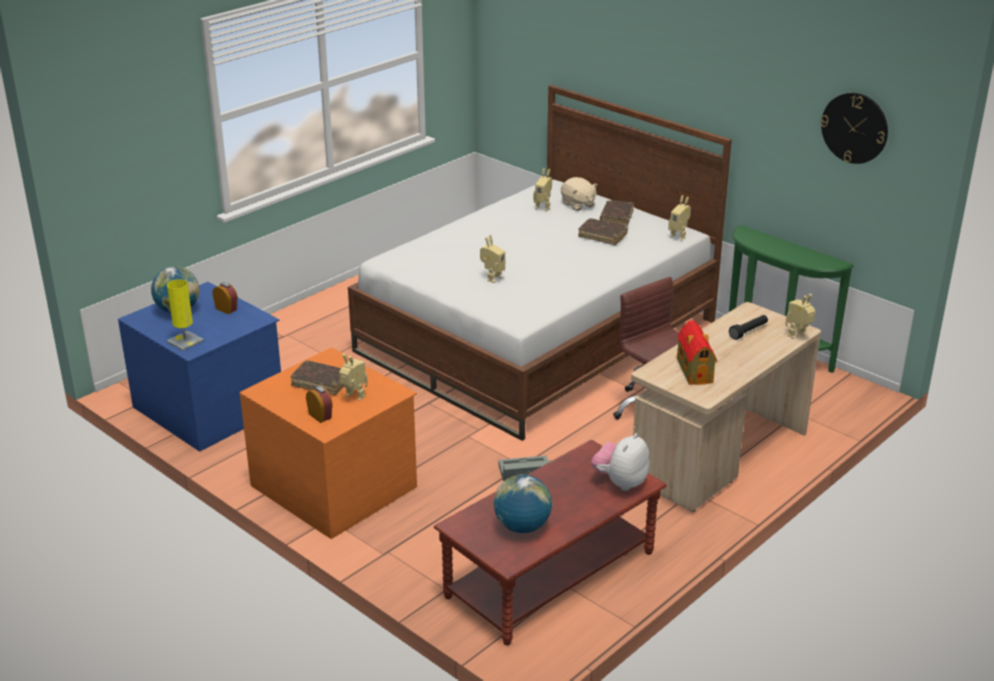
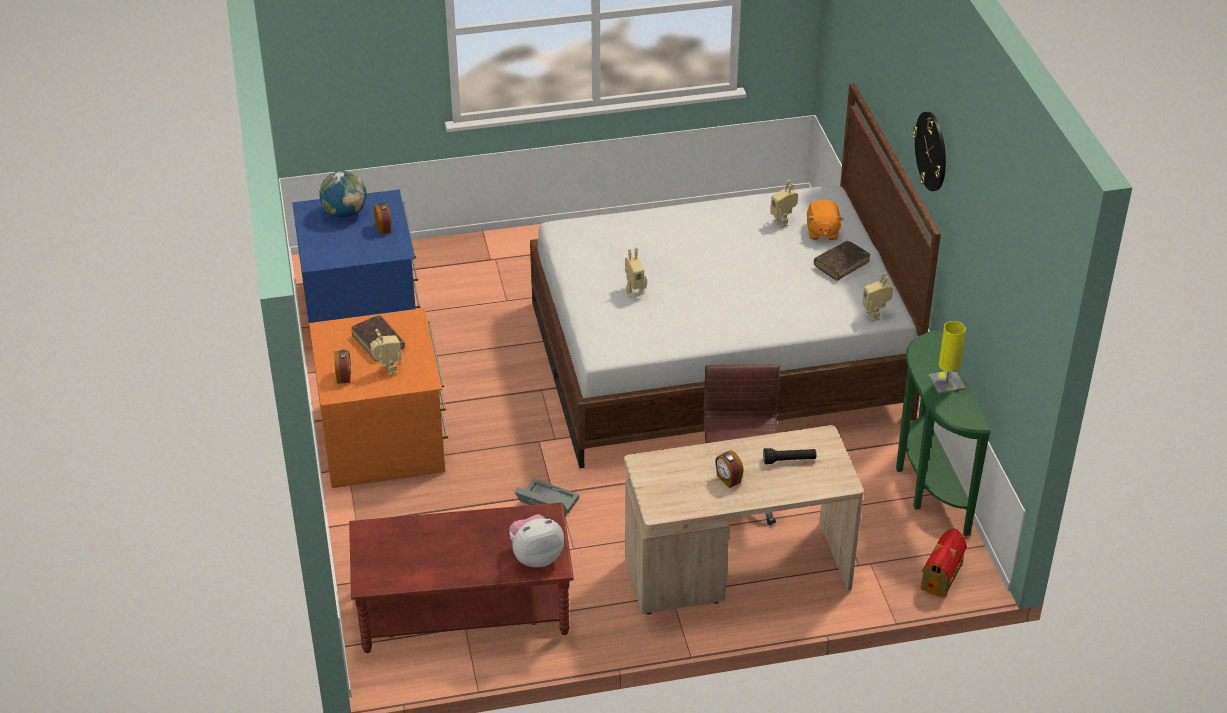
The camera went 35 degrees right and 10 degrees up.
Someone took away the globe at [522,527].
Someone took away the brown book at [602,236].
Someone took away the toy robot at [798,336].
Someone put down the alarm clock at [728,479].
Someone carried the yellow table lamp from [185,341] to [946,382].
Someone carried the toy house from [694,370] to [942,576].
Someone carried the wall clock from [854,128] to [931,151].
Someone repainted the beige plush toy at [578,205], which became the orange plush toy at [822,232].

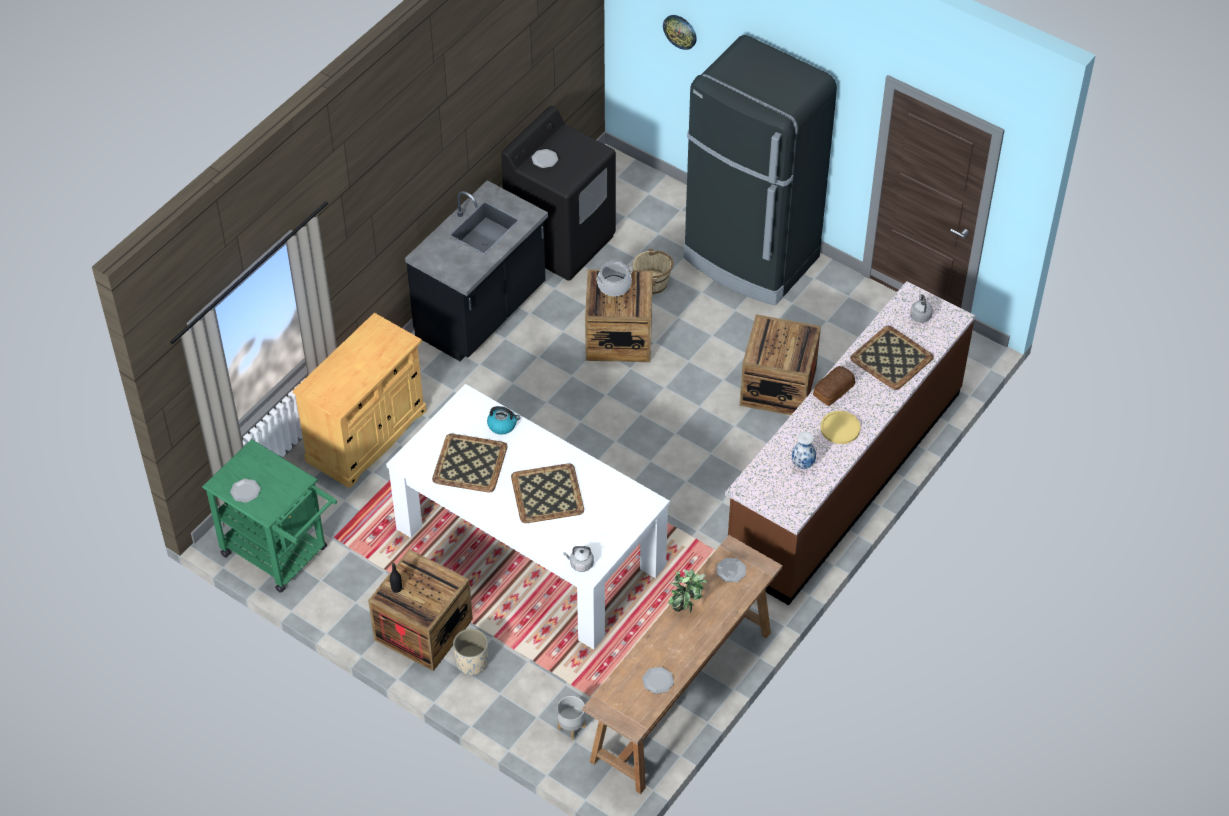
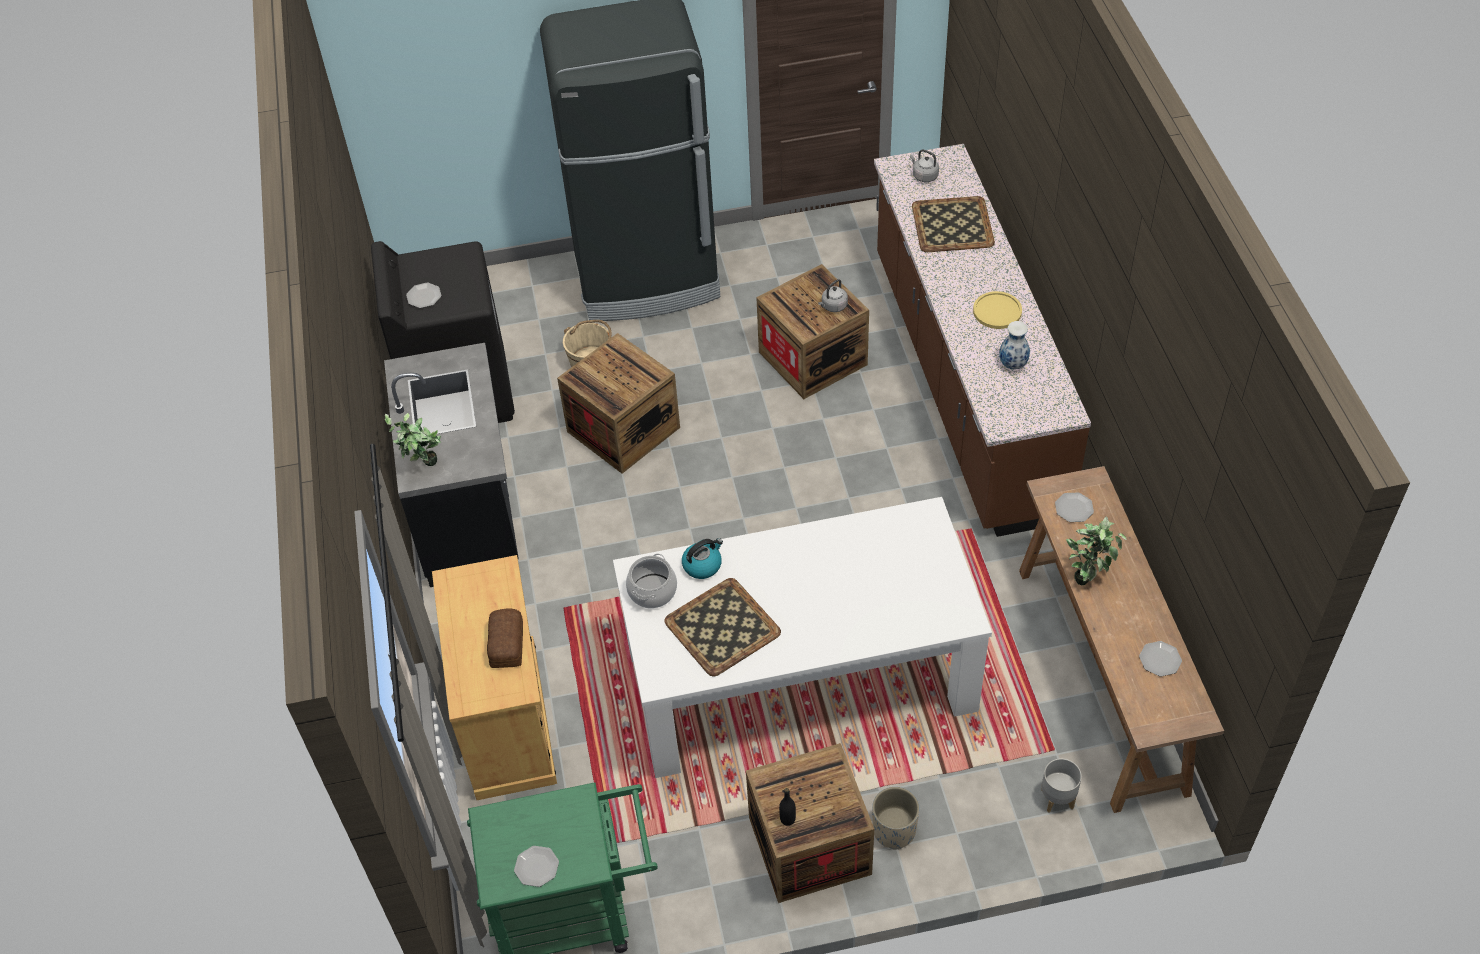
The camera went 45 degrees left and 0 degrees up.
Someone took away the tray at [548,494].
Someone took away the wall clock at [680,31].
Someone put down the potted plant at [423,467].
Someone carried the grey kettle from [580,564] to [833,306].
Someone carried the cooking pot from [614,286] to [652,591].
Someone carried the bread from [832,390] to [505,645].

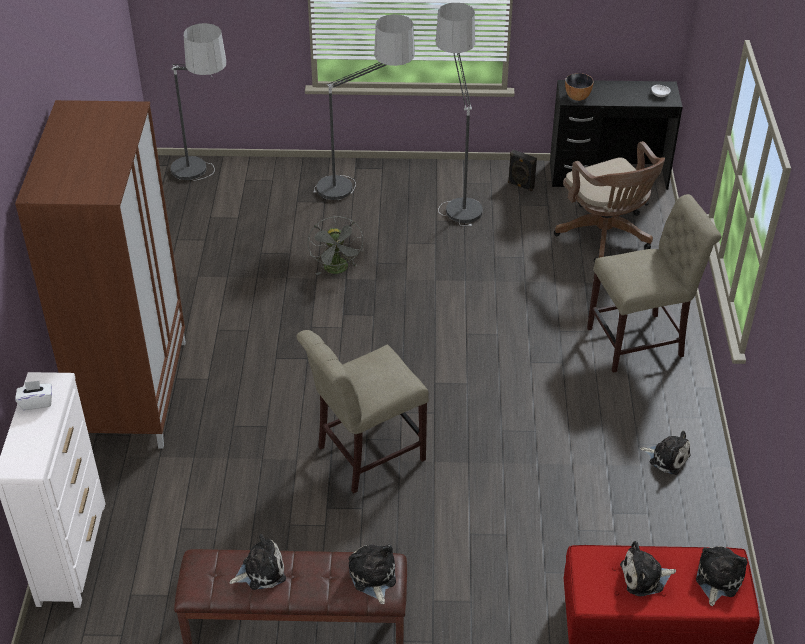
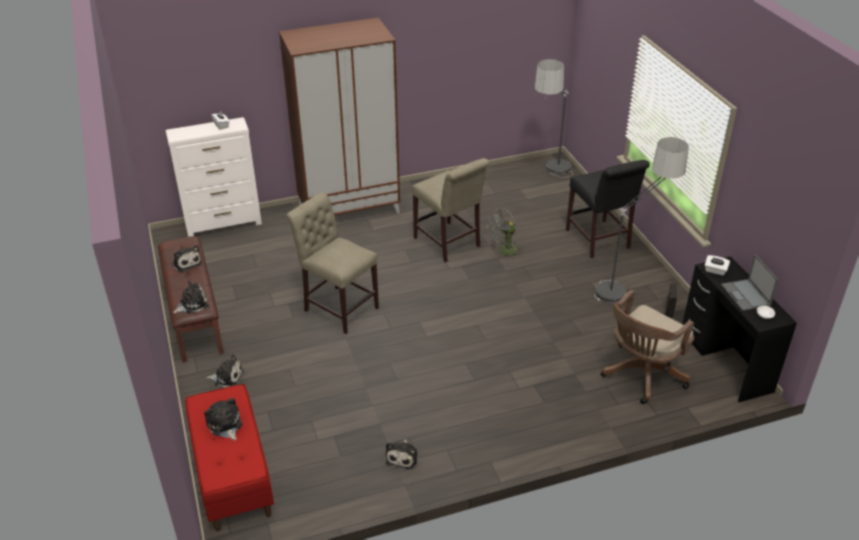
The camera went 70 degrees right and 5 degrees down.
Someone put down the laptop at [746,295].
Someone carried the beige chair from [641,341] to [449,244].
Someone carried the plush toy from [717,579] to [227,377].
Someone swapped the floor lamp at [364,188] for the black chair at [599,241].
Someone swapped the bowl at [577,97] for the white tissue box at [715,271].

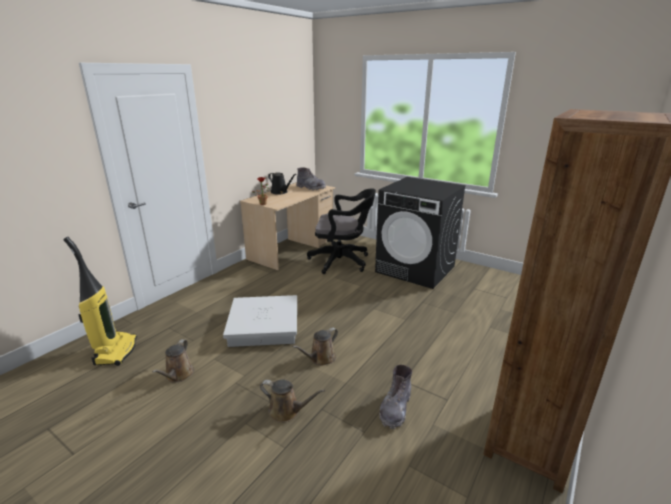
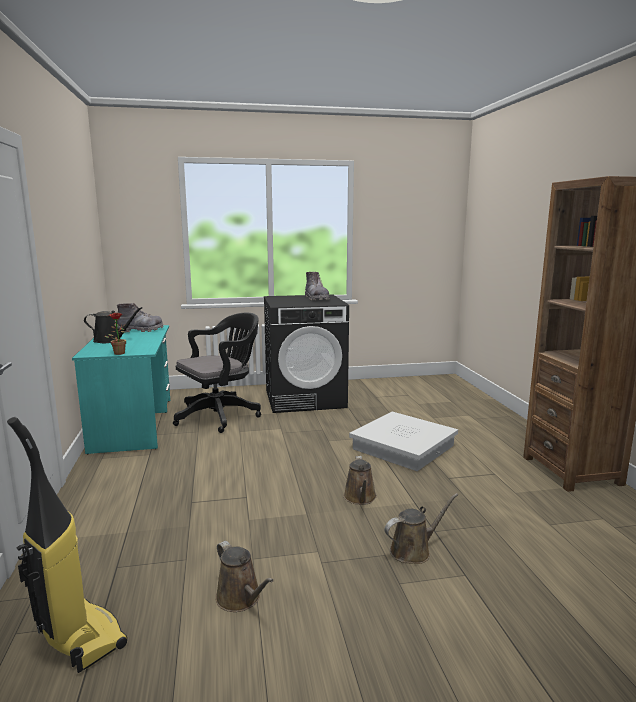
The camera went 45 degrees left and 10 degrees down.
Someone carried the white storage box from [264,326] to [403,447].
Someone carried the grey boot from [395,409] to [316,299].
Someone repainted the beige desk at [292,249], which became the turquoise desk at [133,424].

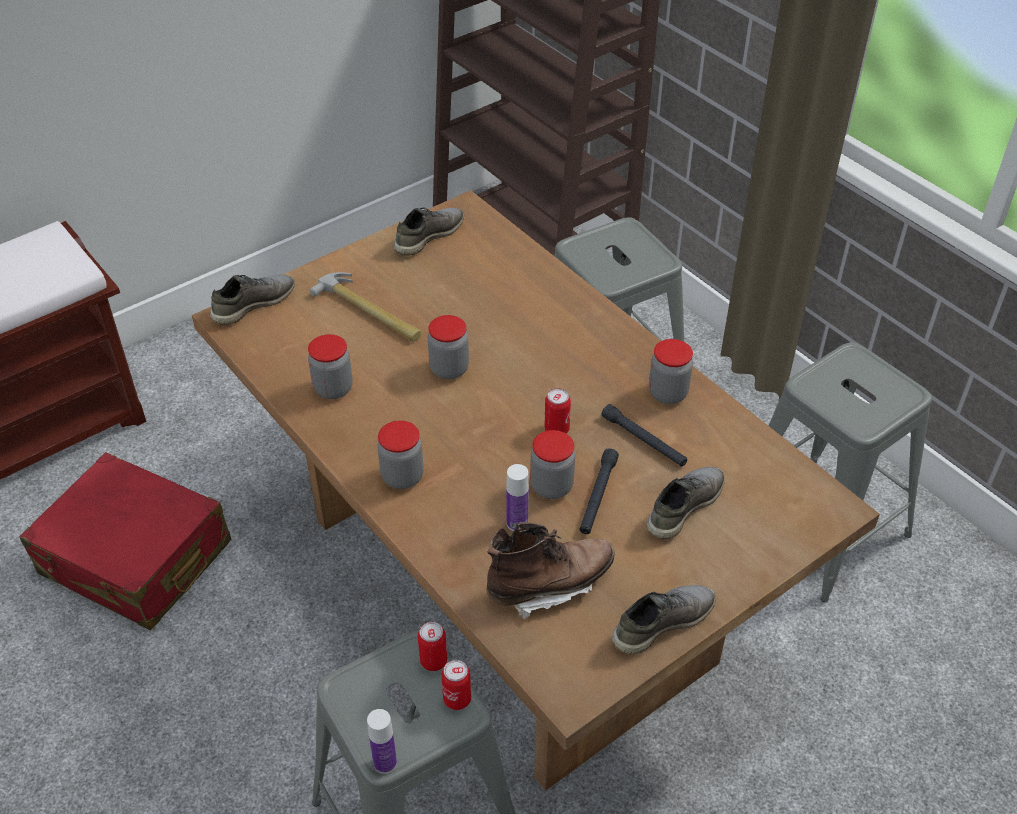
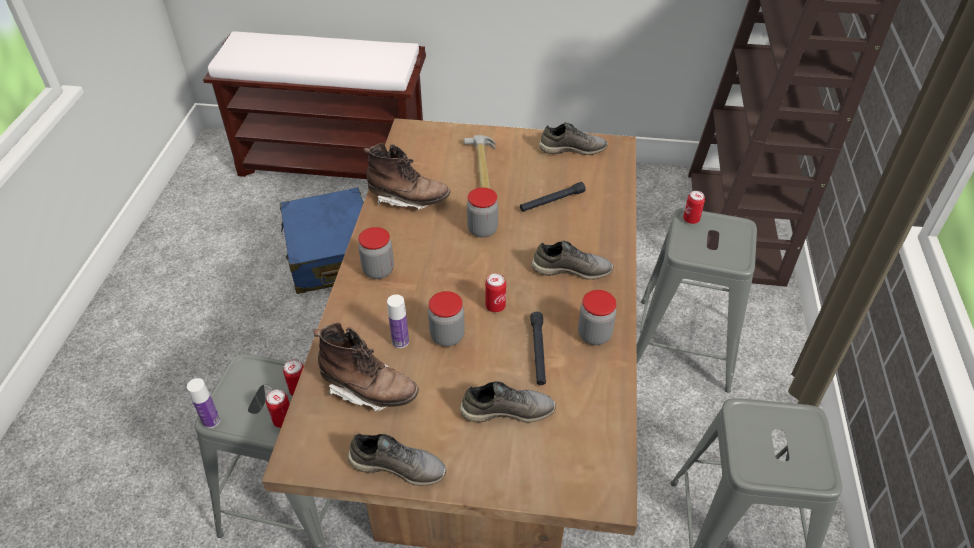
The camera went 45 degrees right and 0 degrees up.
Someone put down the can at [691,219].
Someone carried the grey shoe from [253,304] to [571,269].
Someone carried the black flashlight from [597,496] to [552,201].
Someone swapped the jar at [333,388] for the brown boot at [408,199].
Someone repainted the red suitcase at [135,558], which became the blue suitcase at [332,255].

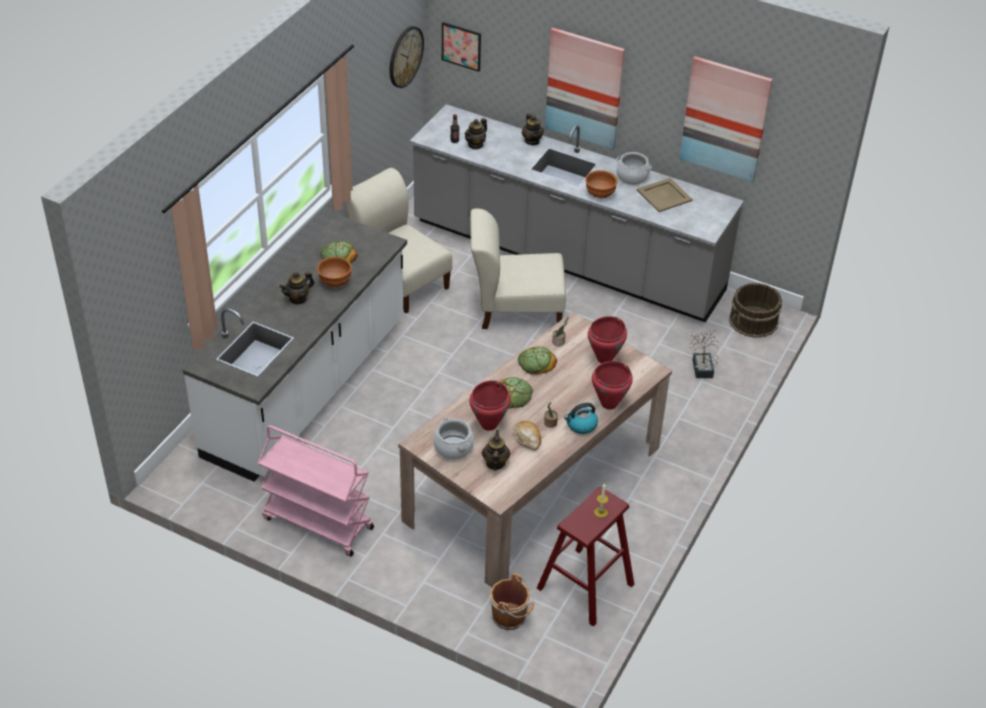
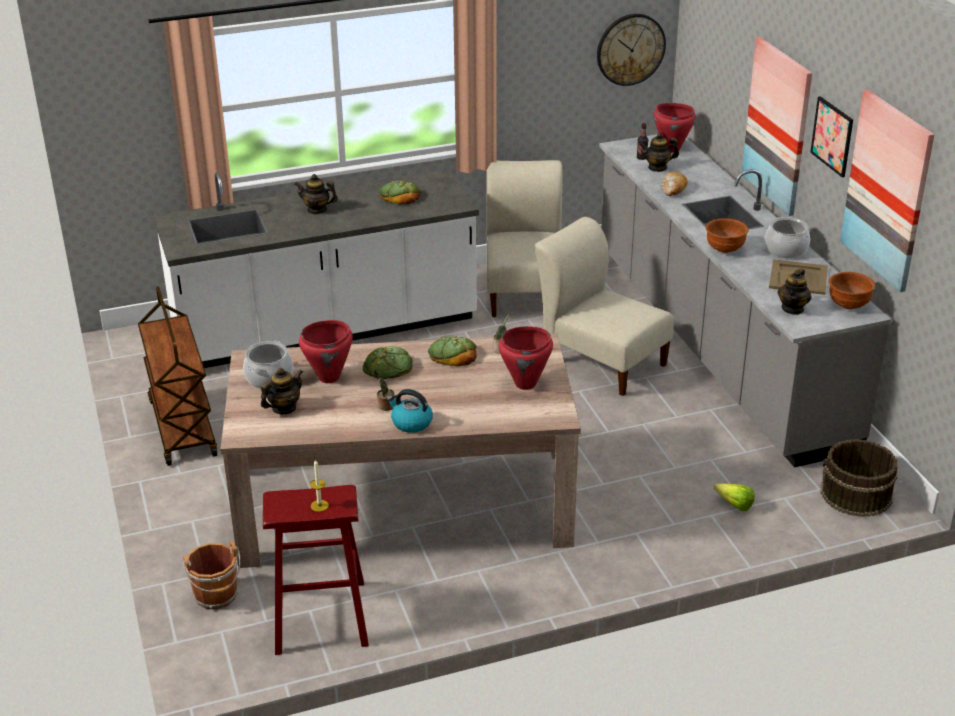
The camera went 45 degrees right and 10 degrees down.
Someone carried the brown bowl from [335,282] to [848,305].
Someone carried the picture from [461,46] to [832,136].
Someone carried the bread from [527,438] to [673,189].
Someone carried the teapot from [532,141] to [793,309].
Someone carried the red cooking pot from [608,404] to [671,149].
Someone swapped the potted plant at [702,366] for the lettuce at [732,503].
Someone repainted the pink cart at [317,523], which became the brown cart at [182,427].

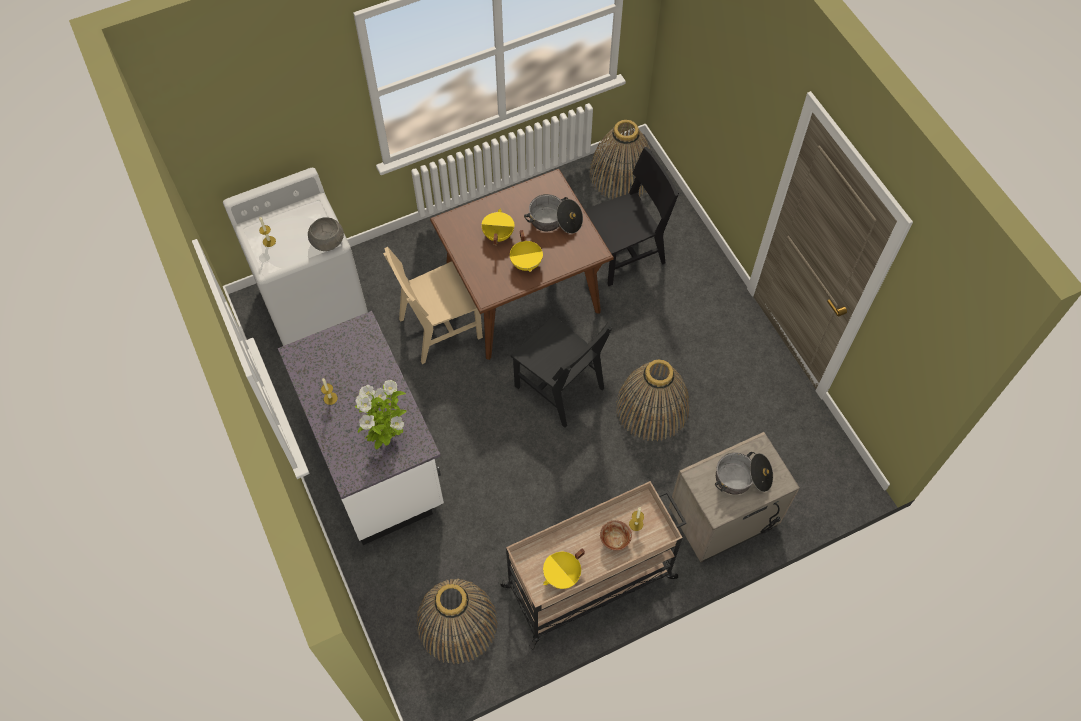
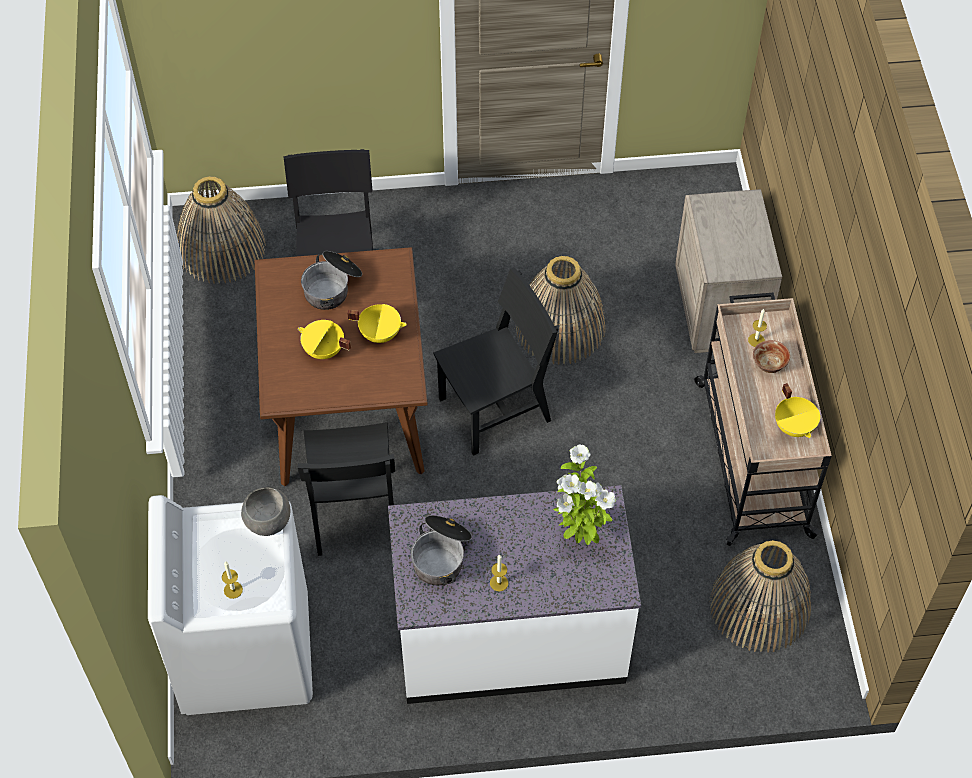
The camera went 70 degrees left and 5 degrees down.
Someone carried the cooking pot from [742,478] to [442,555].
Someone repainted the beige chair at [440,328], which became the black chair at [354,512].

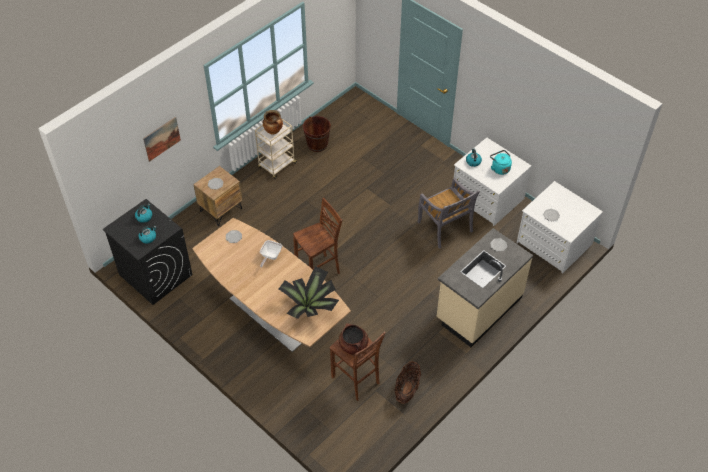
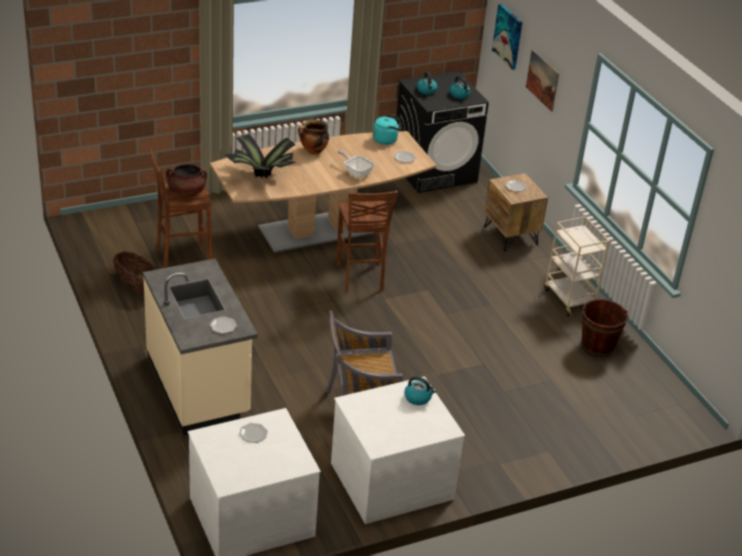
The camera went 110 degrees right and 15 degrees down.
Someone put up the picture at [508,36].
Someone carried the cooking pot from [274,131] to [313,151].
Someone carried the turquoise kettle from [499,168] to [386,140].

